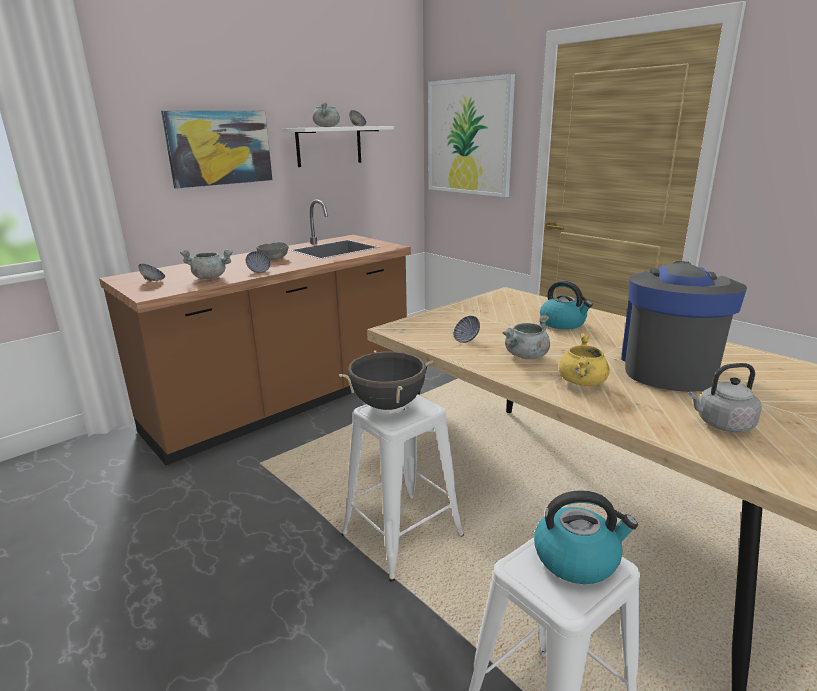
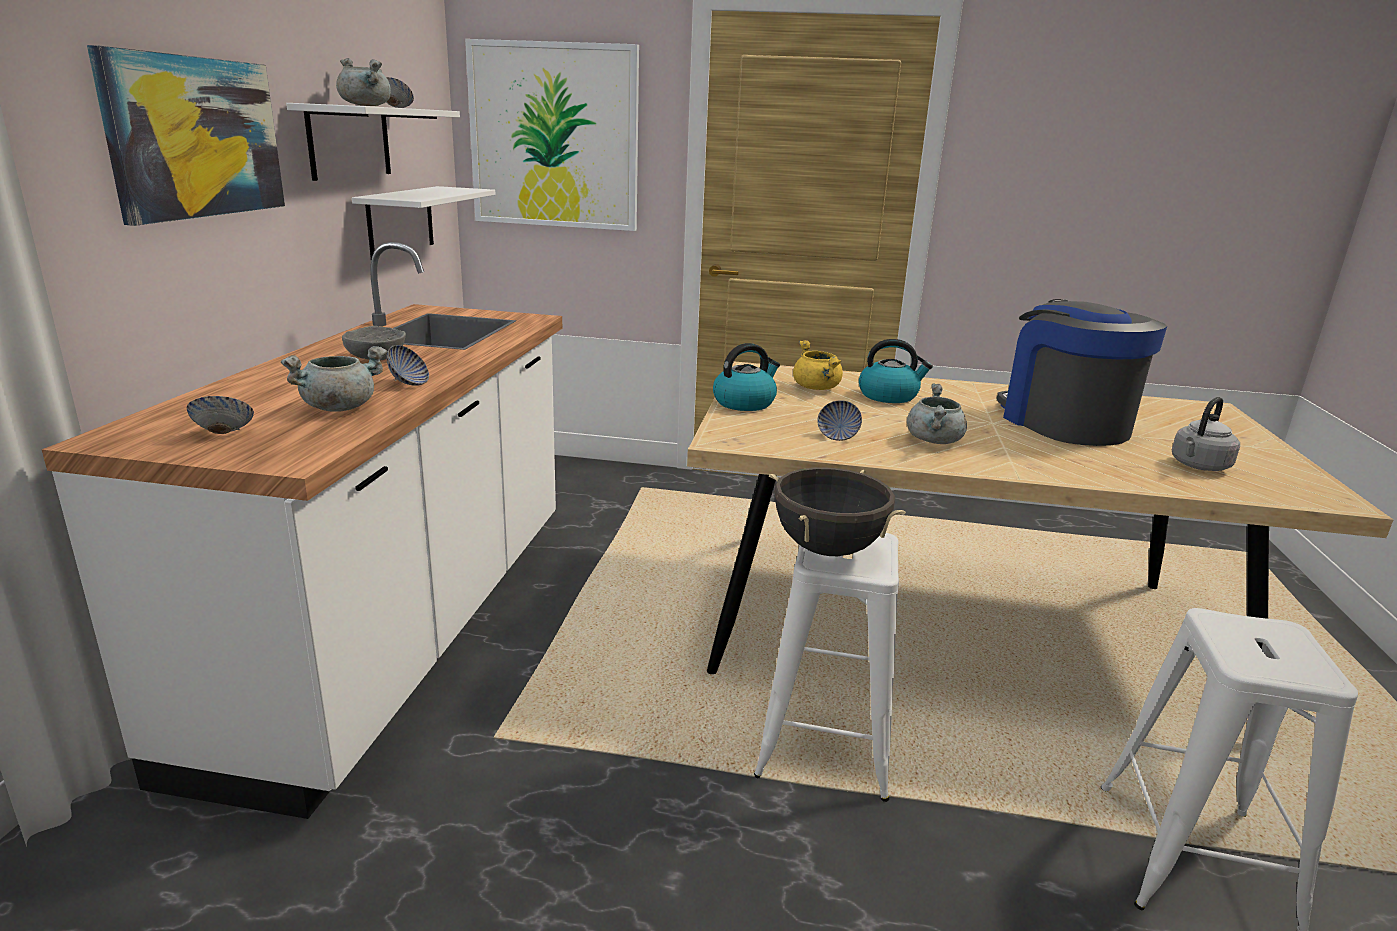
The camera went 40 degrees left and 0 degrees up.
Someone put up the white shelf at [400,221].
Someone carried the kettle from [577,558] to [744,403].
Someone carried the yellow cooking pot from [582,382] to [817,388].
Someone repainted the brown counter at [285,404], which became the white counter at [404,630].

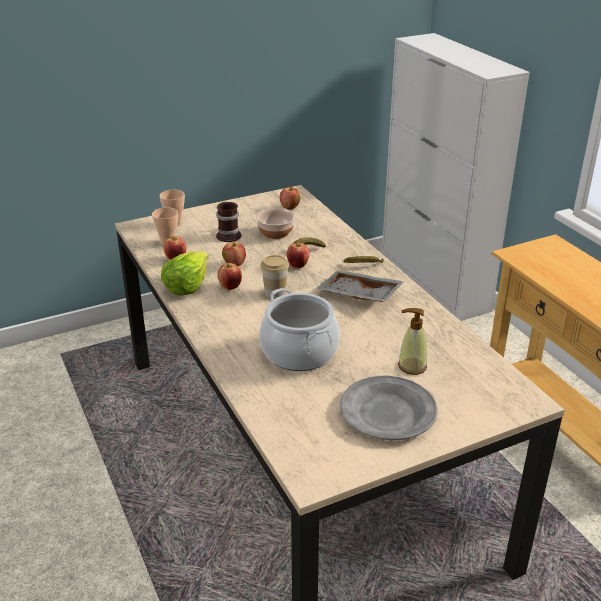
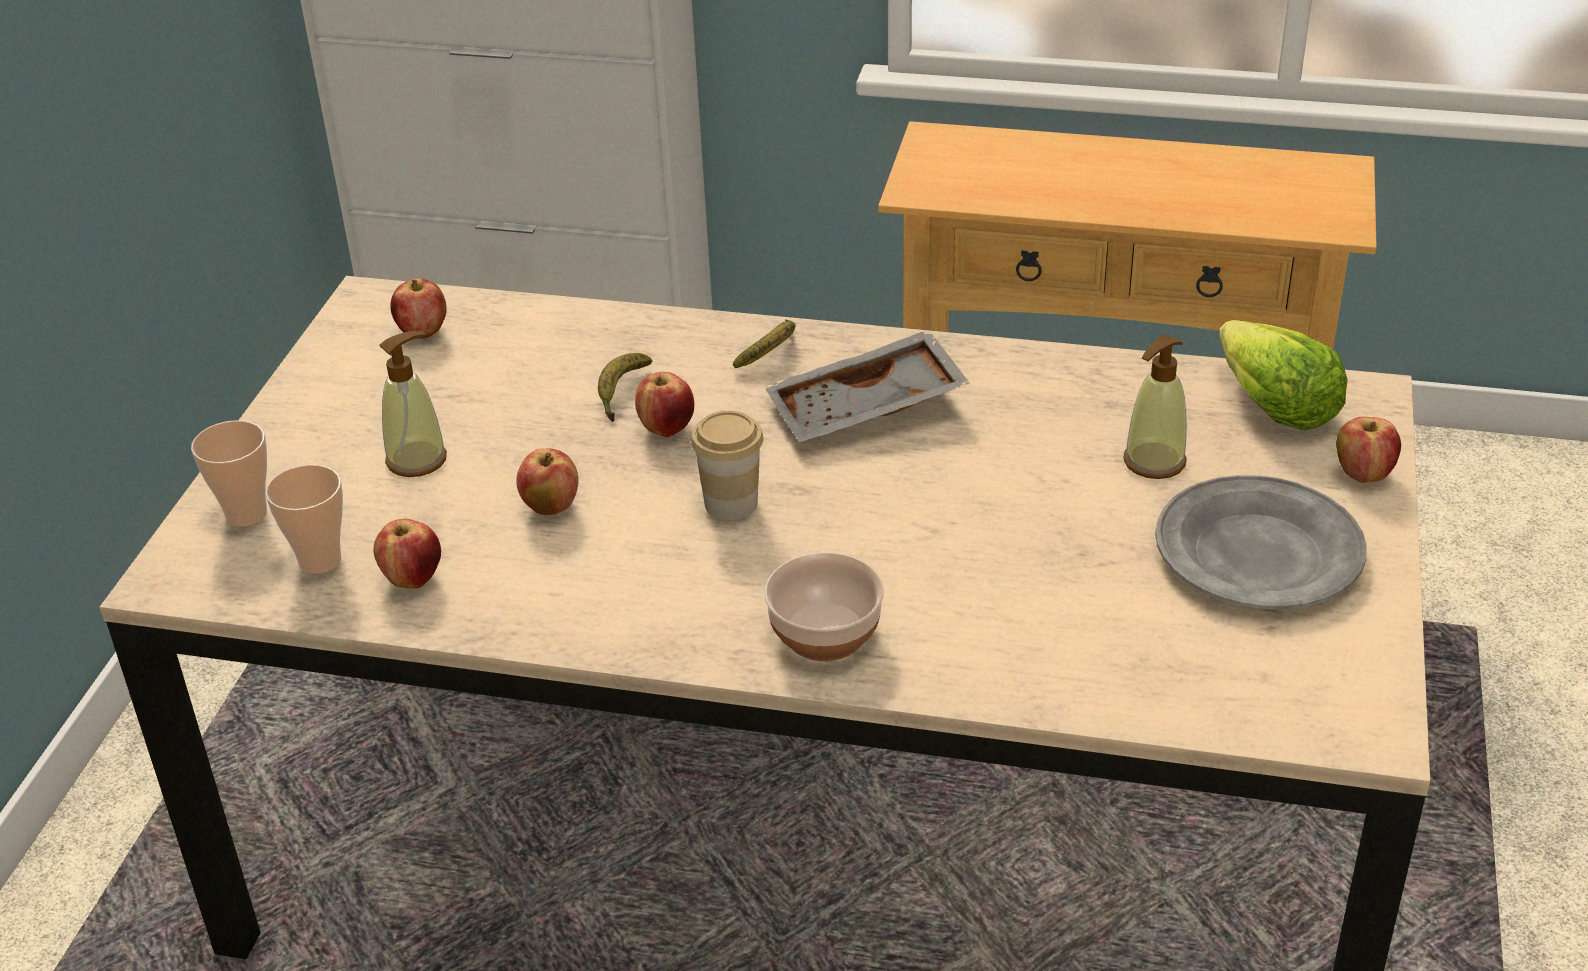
The camera went 50 degrees left and 5 degrees up.
Someone took away the cooking pot at [299,352].
Someone carried the lettuce from [187,285] to [1273,406].
Someone carried the apple from [230,287] to [1363,474].
Someone carried the bowl from [275,233] to [824,635].
Someone swapped the mug at [229,234] for the soap dispenser at [417,460].

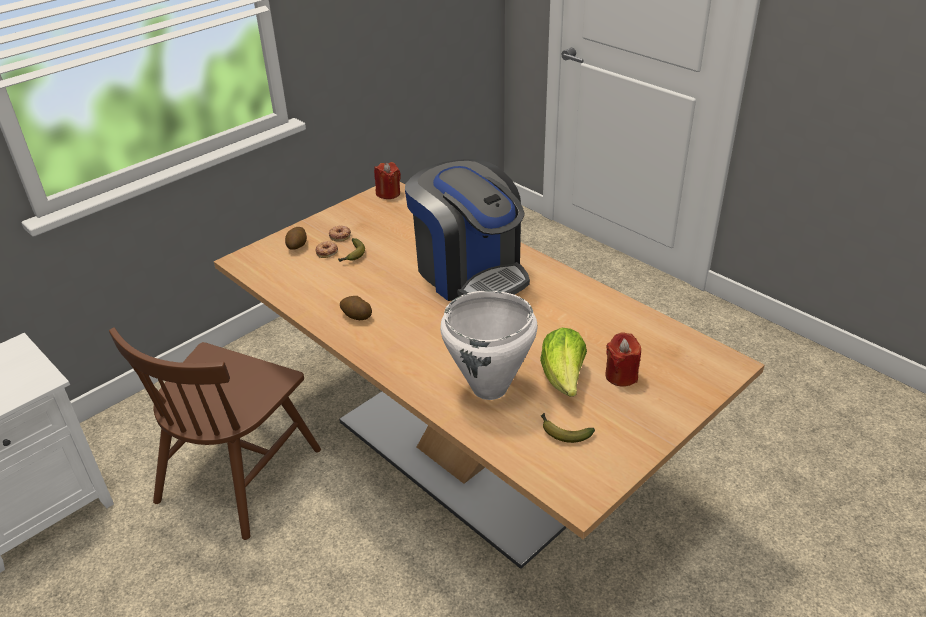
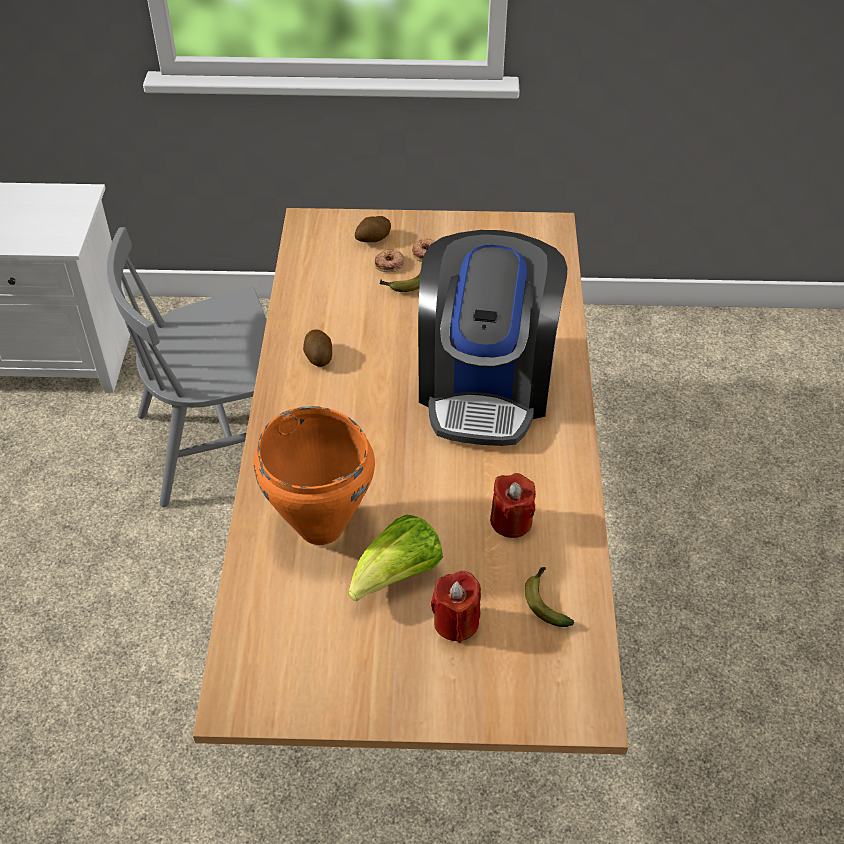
The camera went 45 degrees right and 10 degrees up.
Someone carried the red candle from [388,193] to [511,521].
Someone carried the banana from [563,432] to [545,601].
Someone repainted the brown chair at [239,474], which became the grey chair at [222,441].
Someone repainted the white cooking pot at [490,388], which became the orange cooking pot at [320,528].

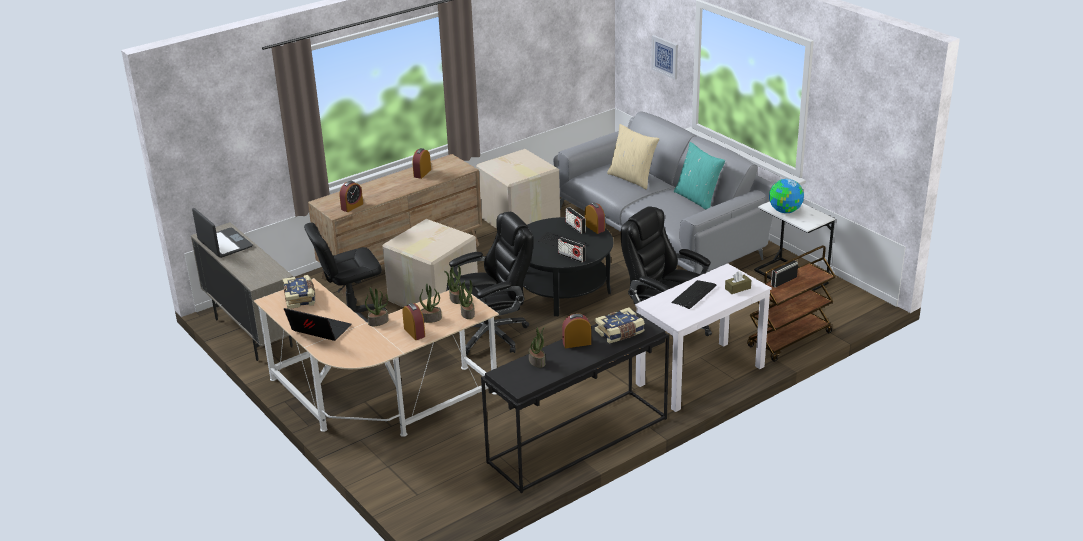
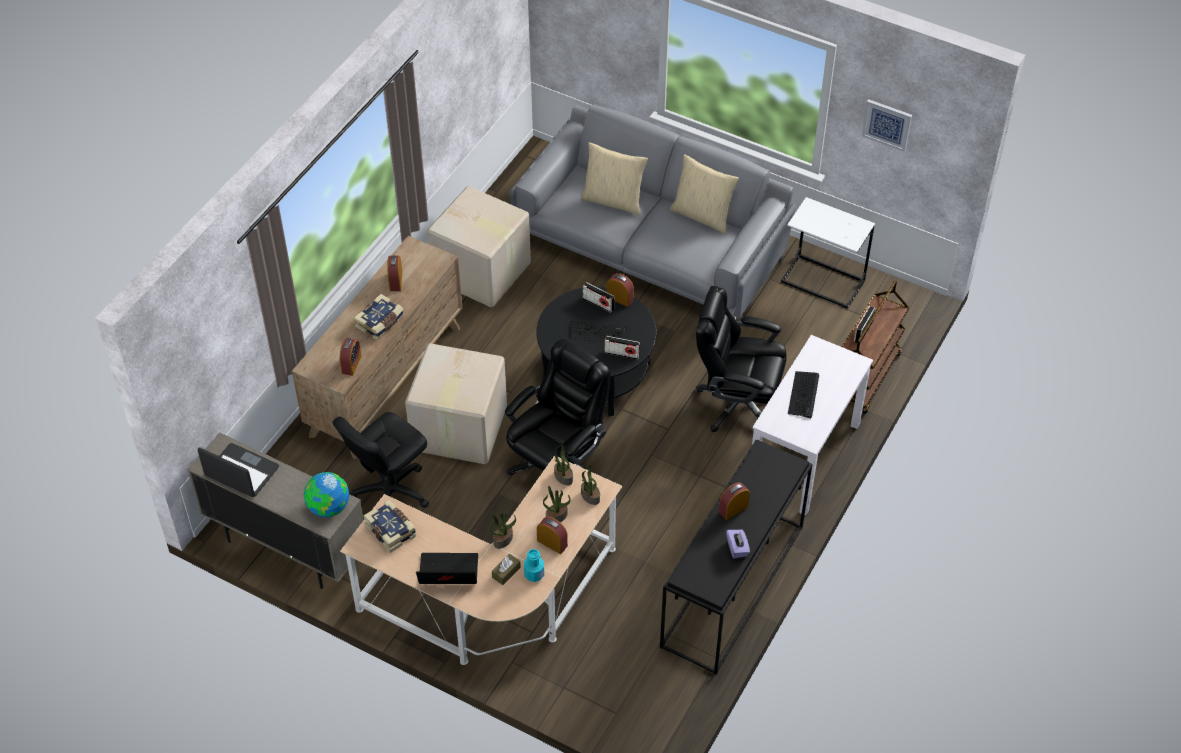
The camera went 25 degrees left and 20 degrees up.
Someone took away the potted plant at [537,362].
Someone put down the turquoise bottle at [534,574].
Someone put down the purple tissue box at [737,548].
Someone carried the book from [620,333] to [380,322].
Someone carried the picture from [665,56] to [887,124].
Someone carried the brown tissue box from [737,288] to [506,572].
Someone carried the globe from [785,211] to [328,507].
Someone repainted the turquoise pillow at [698,199], which became the beige pillow at [702,215].

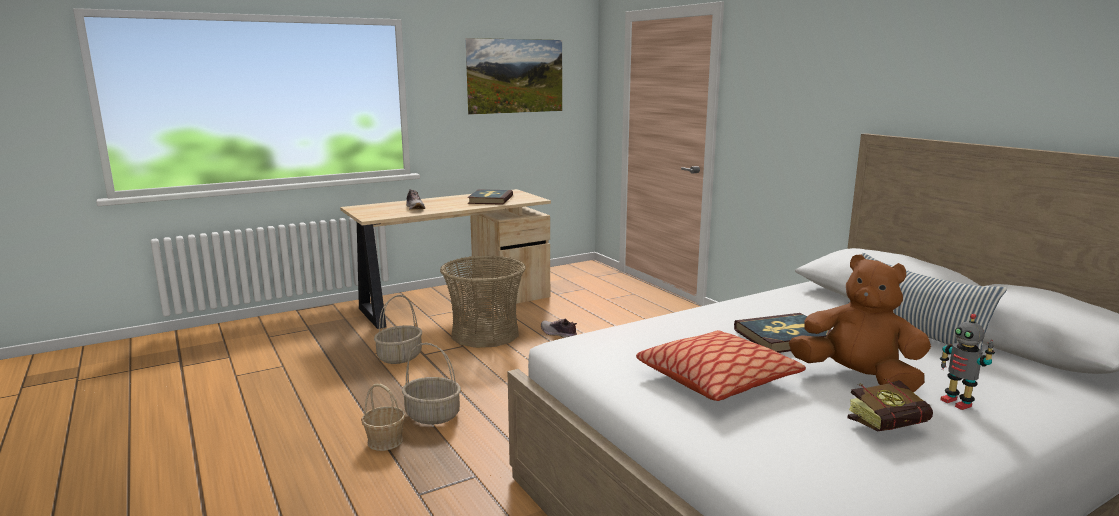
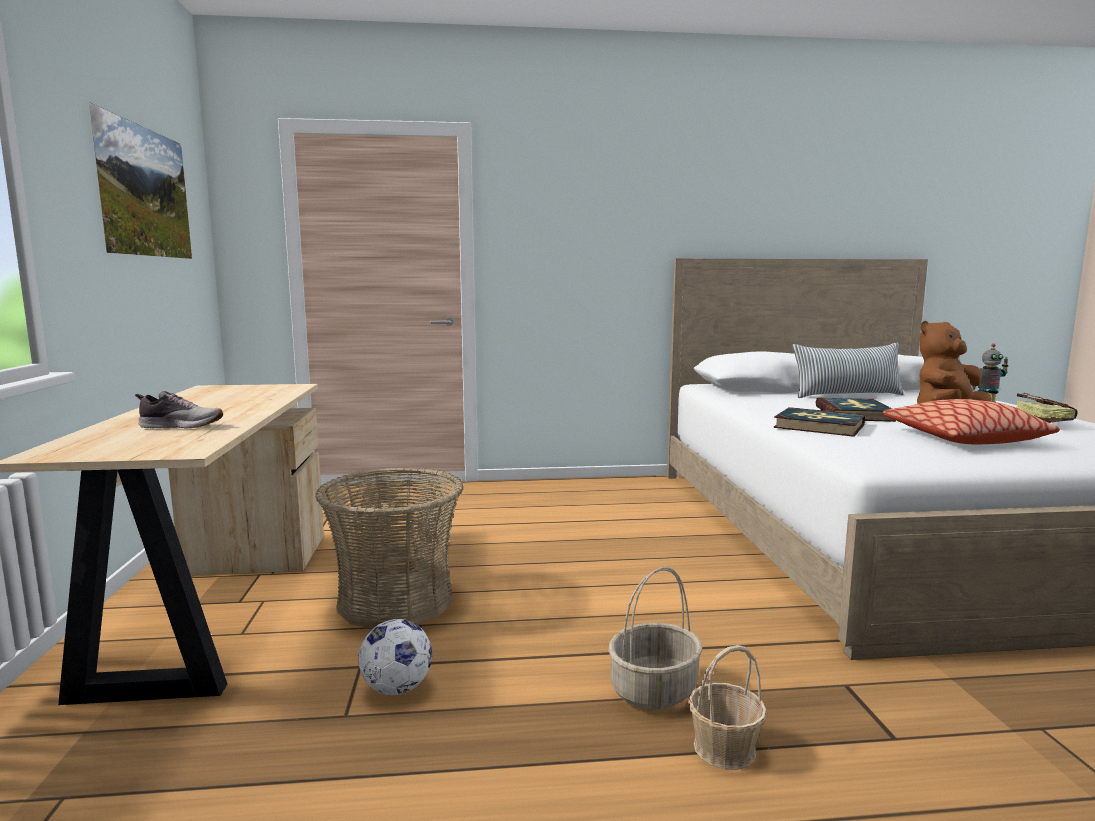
The camera went 65 degrees left and 5 degrees down.
Someone took away the shoe at [558,334].
Someone carried the book from [490,199] to [819,426].
Someone swapped the basket at [399,357] for the football at [397,689].

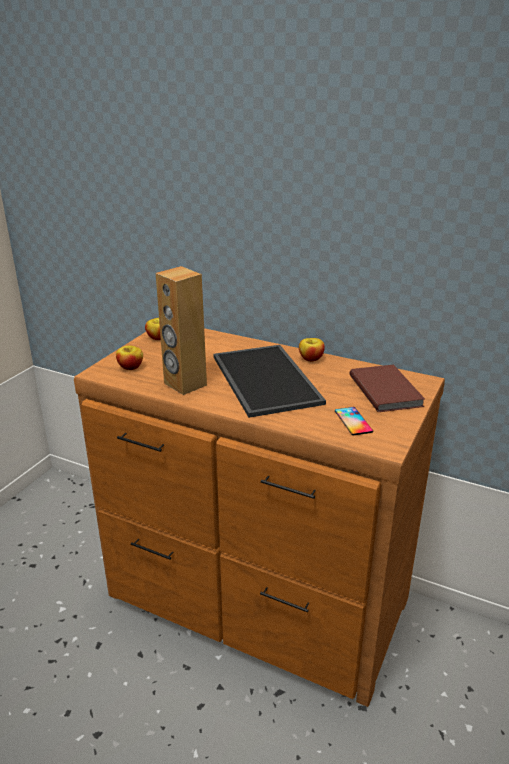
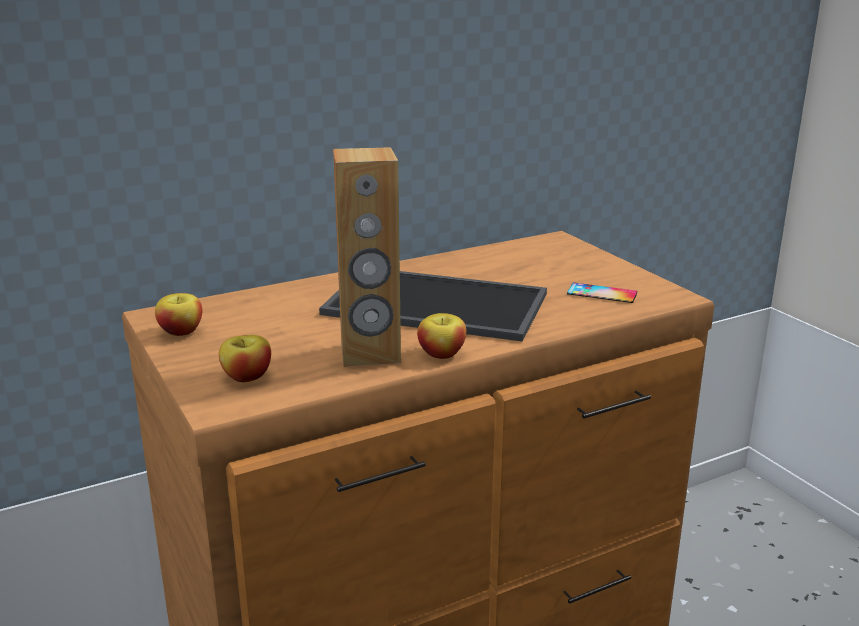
The camera went 55 degrees left and 5 degrees down.
Someone took away the brown book at [386,390].
Someone carried the apple from [311,359] to [441,354].

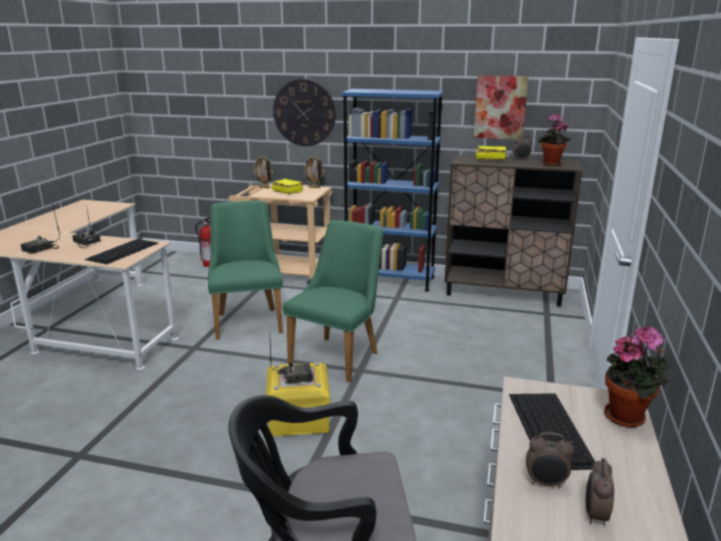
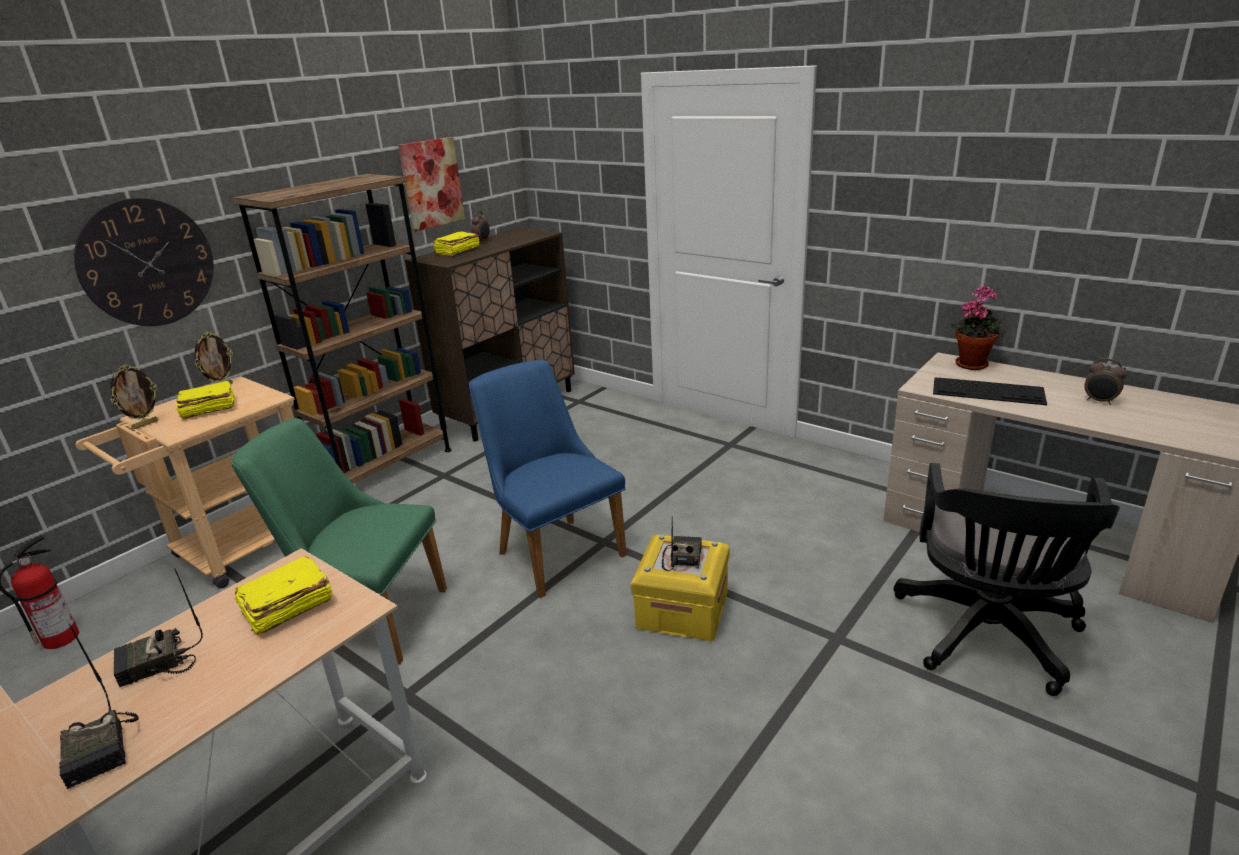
The camera went 65 degrees left and 5 degrees up.
Someone took away the alarm clock at [546,483].
Someone took away the potted plant at [550,164].
Someone swapped the keyboard at [123,251] for the yellow book at [286,607].
Someone repainted the green chair at [340,354], which became the blue chair at [553,549].
Someone repainted the blue bookcase at [389,280], which became the brown bookcase at [385,468].

